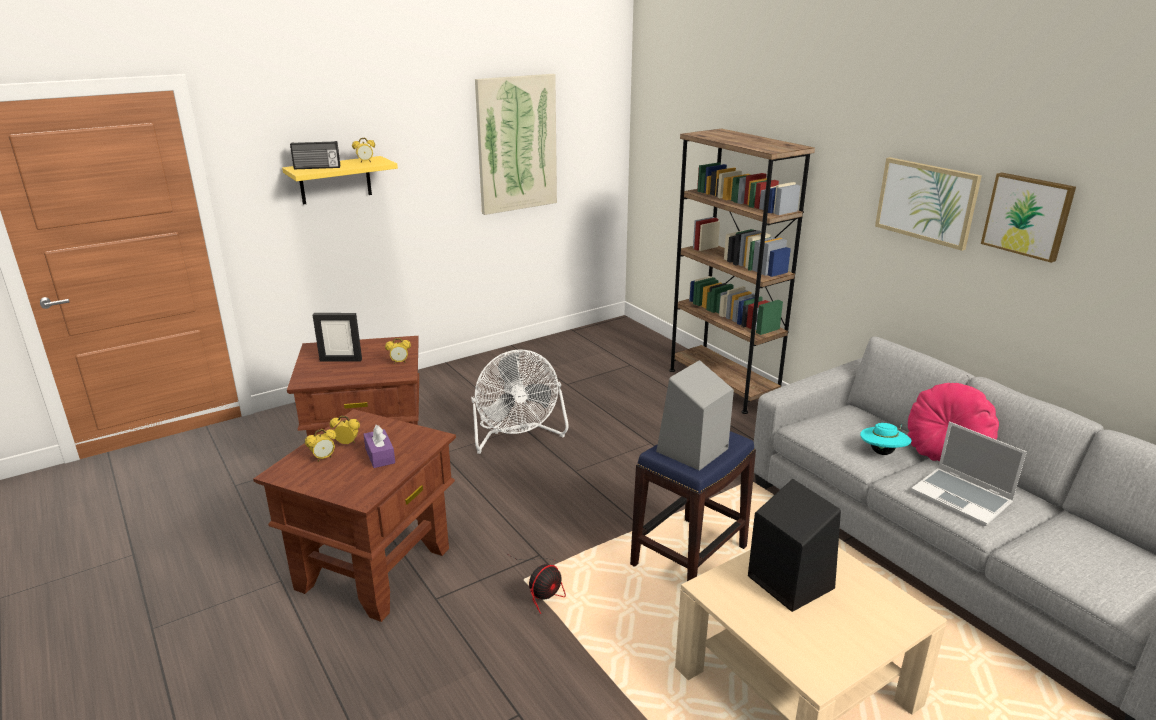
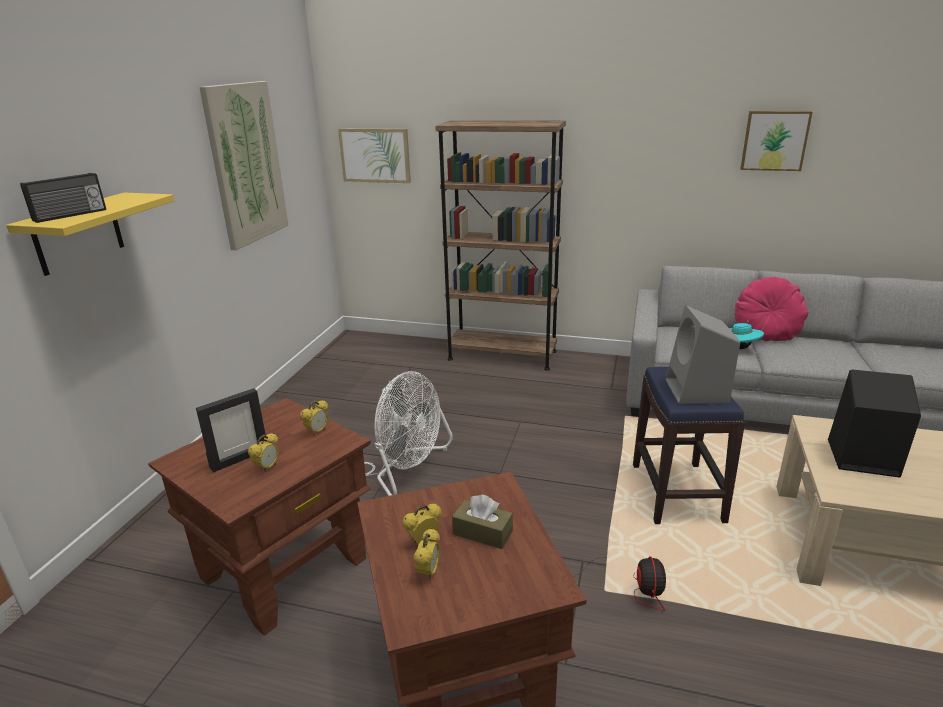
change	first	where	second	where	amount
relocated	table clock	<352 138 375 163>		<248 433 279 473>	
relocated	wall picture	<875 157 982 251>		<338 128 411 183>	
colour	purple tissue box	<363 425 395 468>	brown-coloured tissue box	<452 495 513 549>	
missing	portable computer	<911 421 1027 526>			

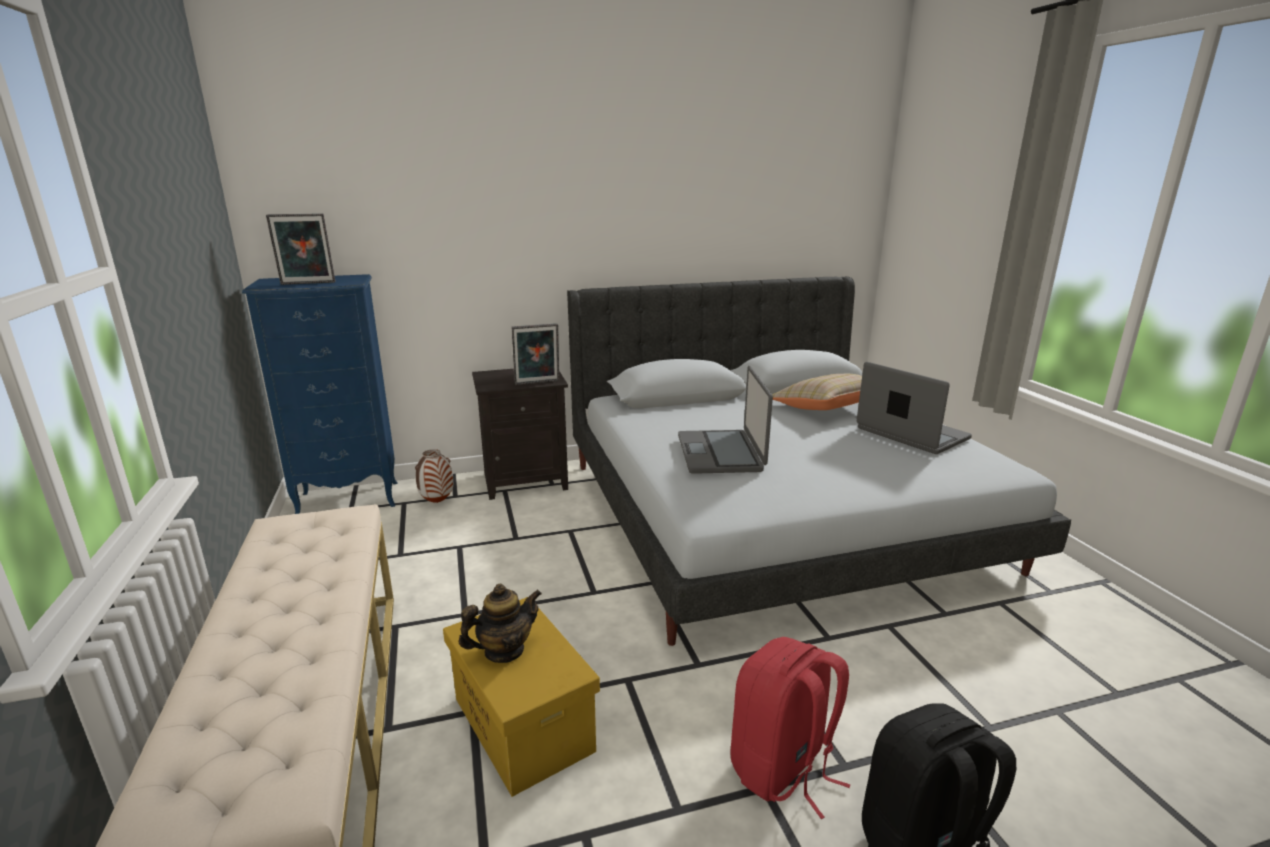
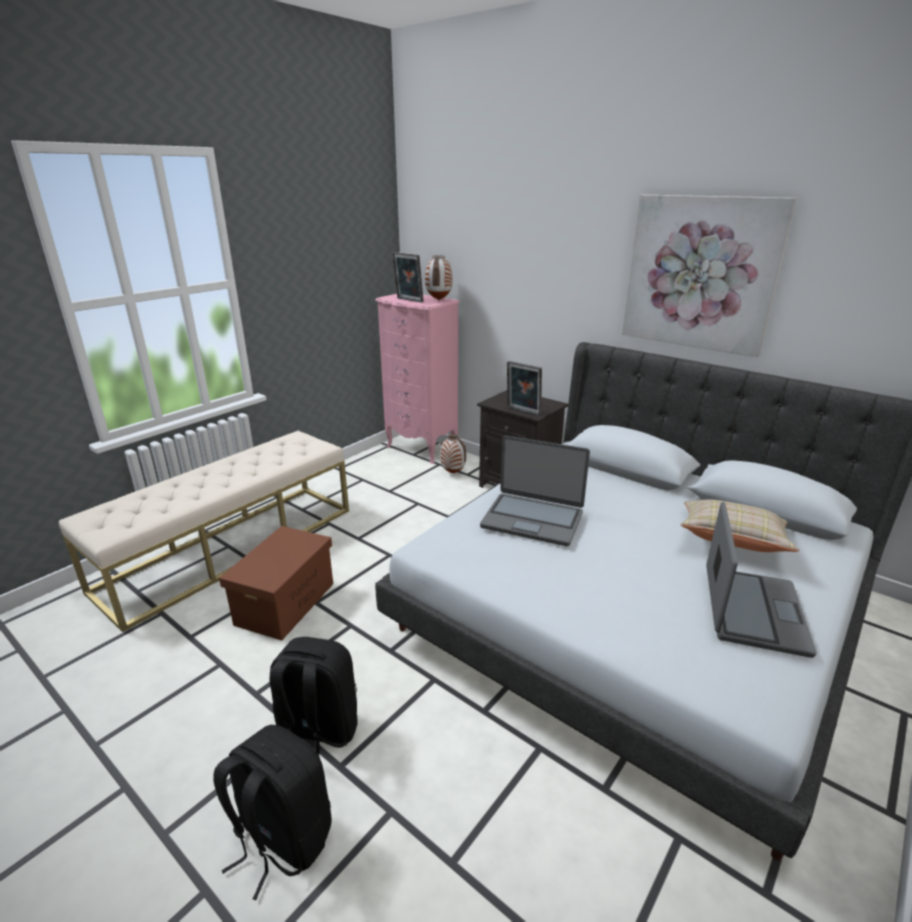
change	first	where	second	where	amount
colour	yellowish storage box	<443 597 600 797>	brown-coloured storage box	<219 526 333 641>	
colour	red rucksack	<730 637 850 819>	blackish rucksack	<269 637 358 755>	
colour	blue-coloured chest of drawers	<242 274 398 514>	pink chest of drawers	<375 294 460 464>	
appeared			decorative vase	<425 255 452 300>	
spun	portable computer	<678 366 773 474>		<480 436 590 546>	120 degrees counterclockwise
appeared			wall picture	<622 195 797 357>	
missing	teapot	<459 584 542 663>			

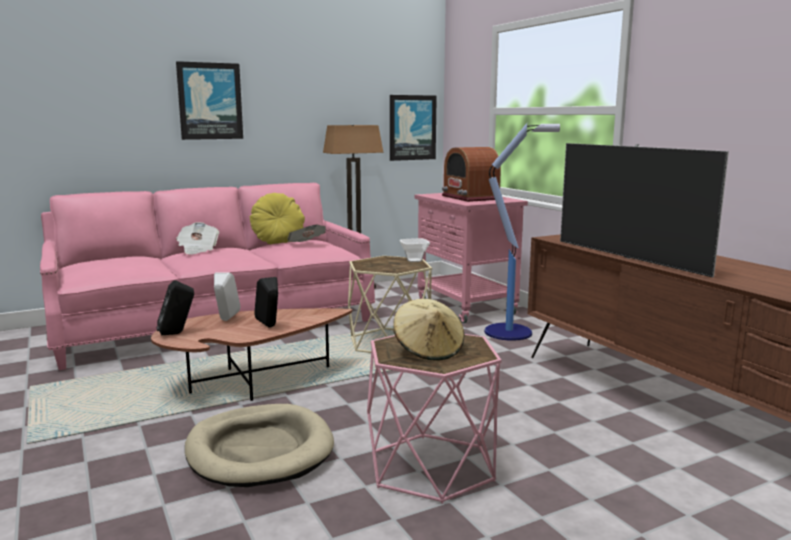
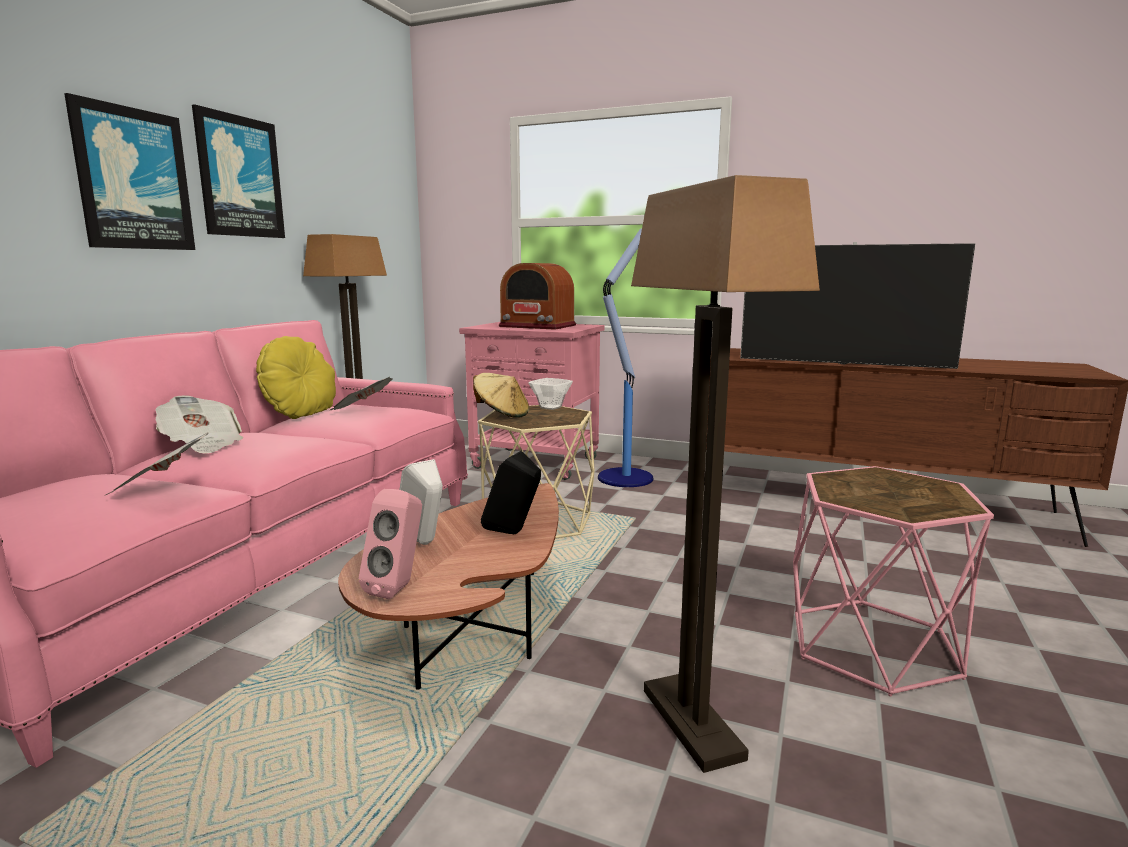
change	first	where	second	where	amount
appeared			printed paper	<106 432 209 495>	
relocated	wall picture	<390 95 437 161>		<192 104 285 238>	
colour	blackish speaker	<157 280 194 335>	pink speaker	<359 489 422 599>	
relocated	beige wearable hat	<393 299 465 361>		<473 373 529 418>	
exchanged	beige dog bed	<185 404 334 487>	standing lamp	<631 175 820 773>	

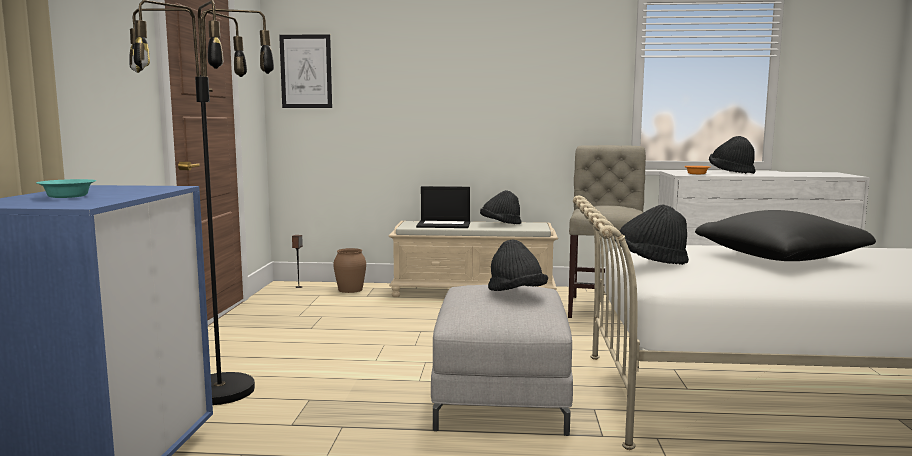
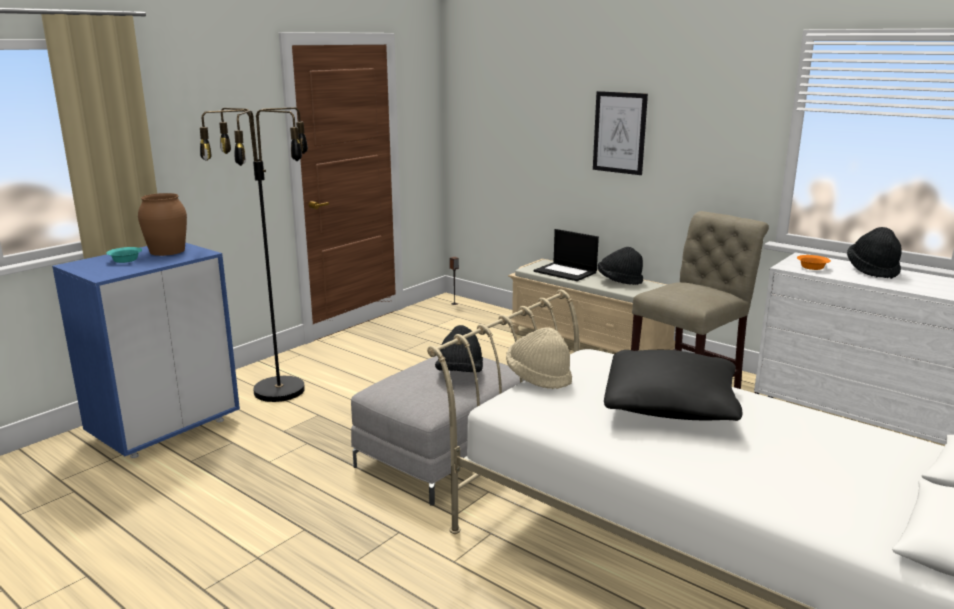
change	first	where	second	where	amount
relocated	brown-coloured decorative vase	<333 248 366 293>		<138 193 187 256>	
colour	blackish wearable hat	<614 204 689 265>	beige wearable hat	<506 327 572 389>	
relocated	wall picture	<279 34 332 108>		<593 91 648 175>	

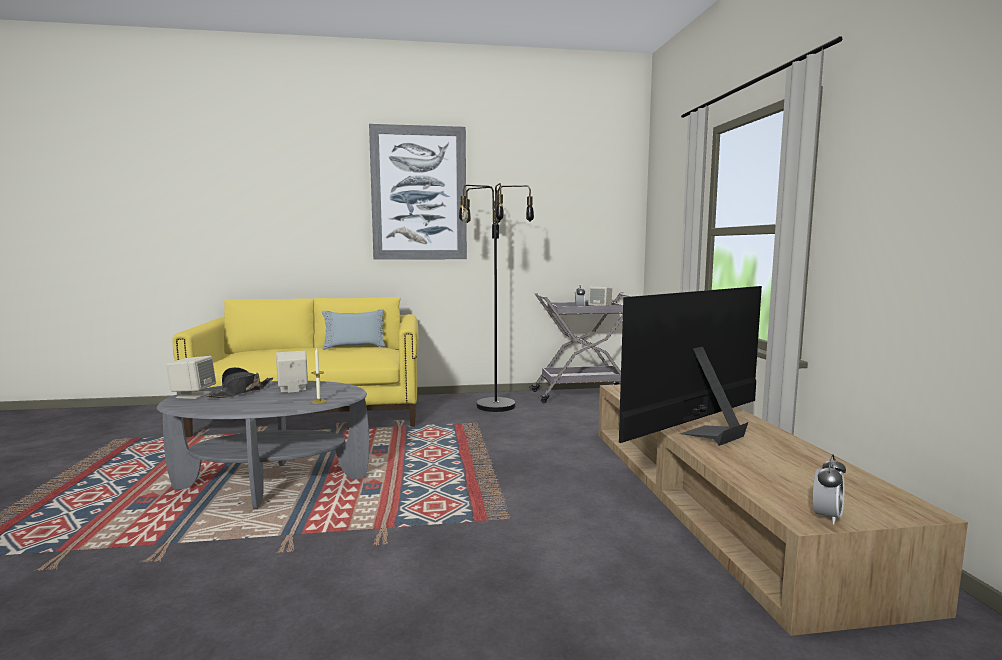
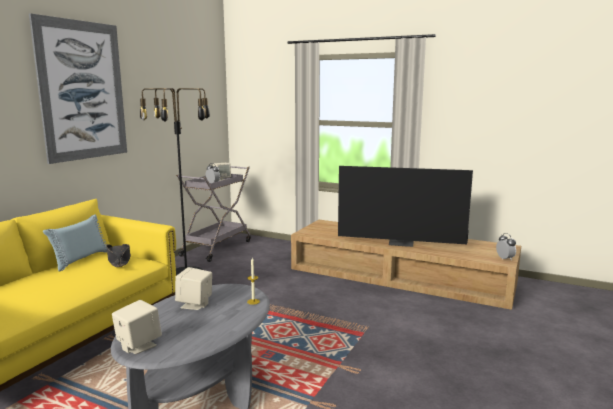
change	first	where	second	where	amount
relocated	blackish wearable hat	<205 367 273 398>		<106 244 131 267>	
spun	TV	<619 286 762 446>		<338 166 473 247>	75 degrees counterclockwise

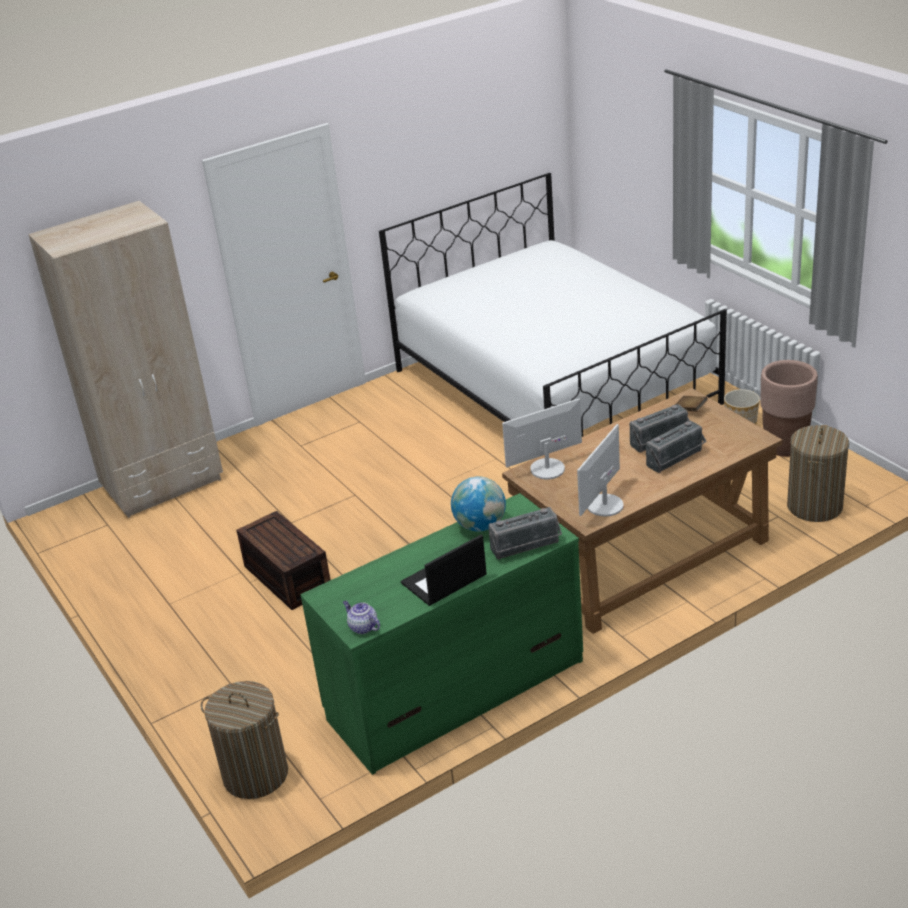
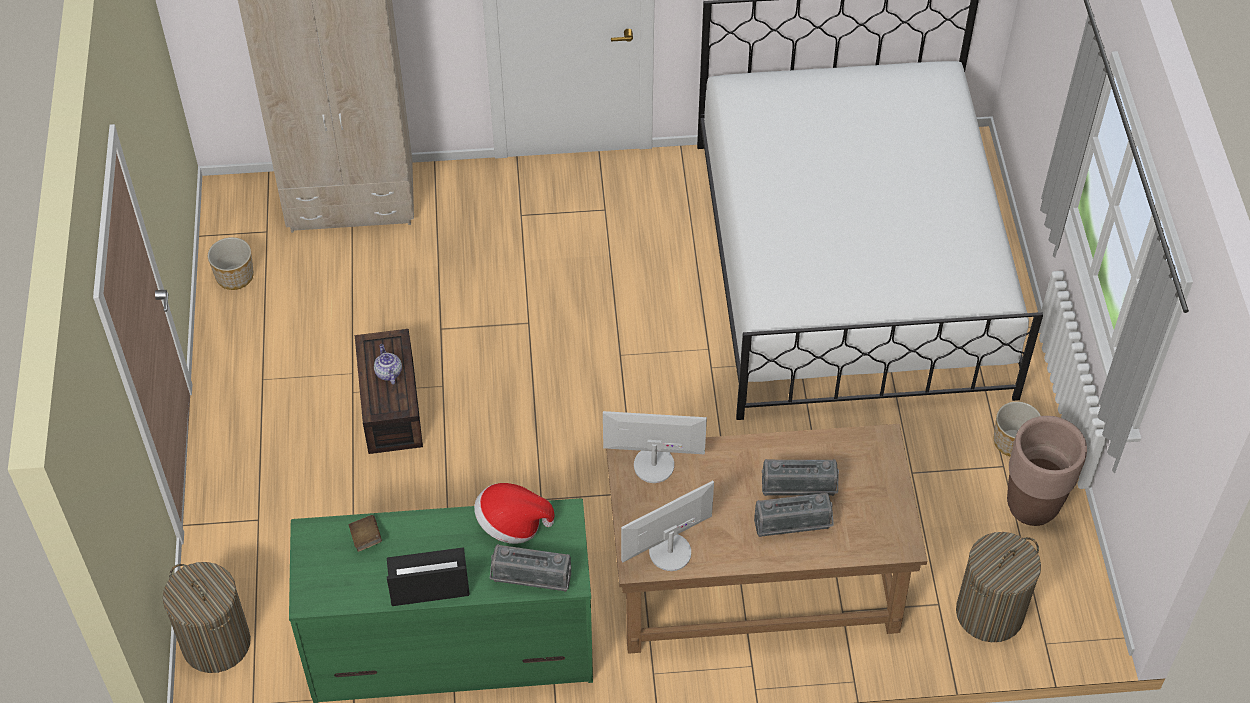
change	first	where	second	where	amount
appeared			flower pot	<208 237 254 290>	
relocated	brown-coloured bound book	<676 396 708 412>		<349 515 382 552>	
relocated	teapot	<343 601 380 634>		<374 344 402 385>	
exchanged	world globe	<451 476 506 532>	wearable hat	<474 483 554 544>	

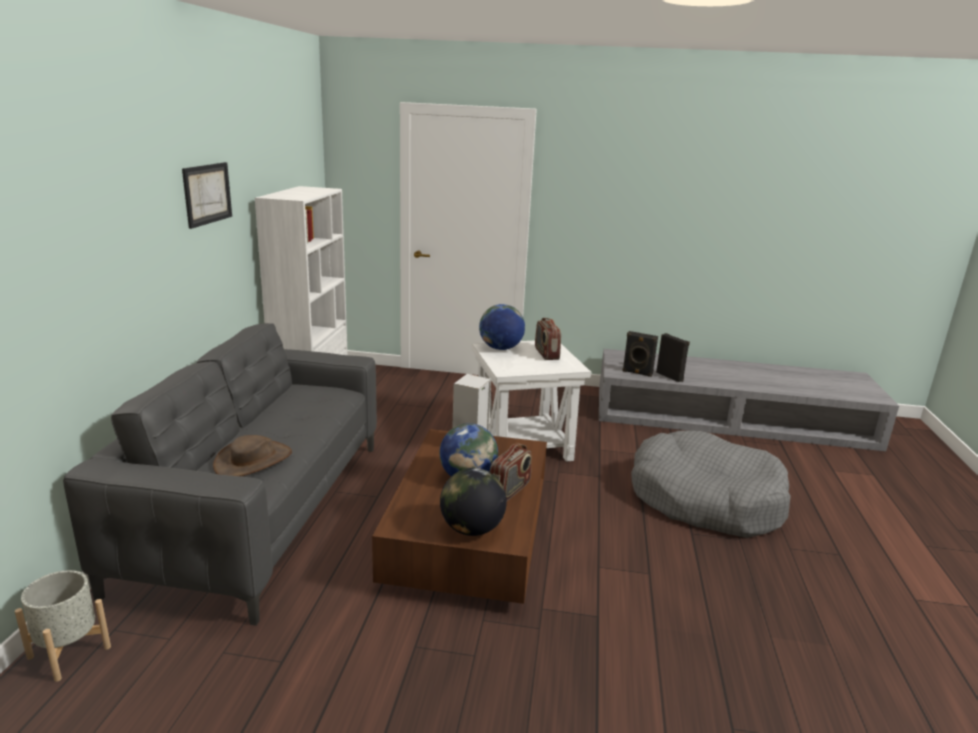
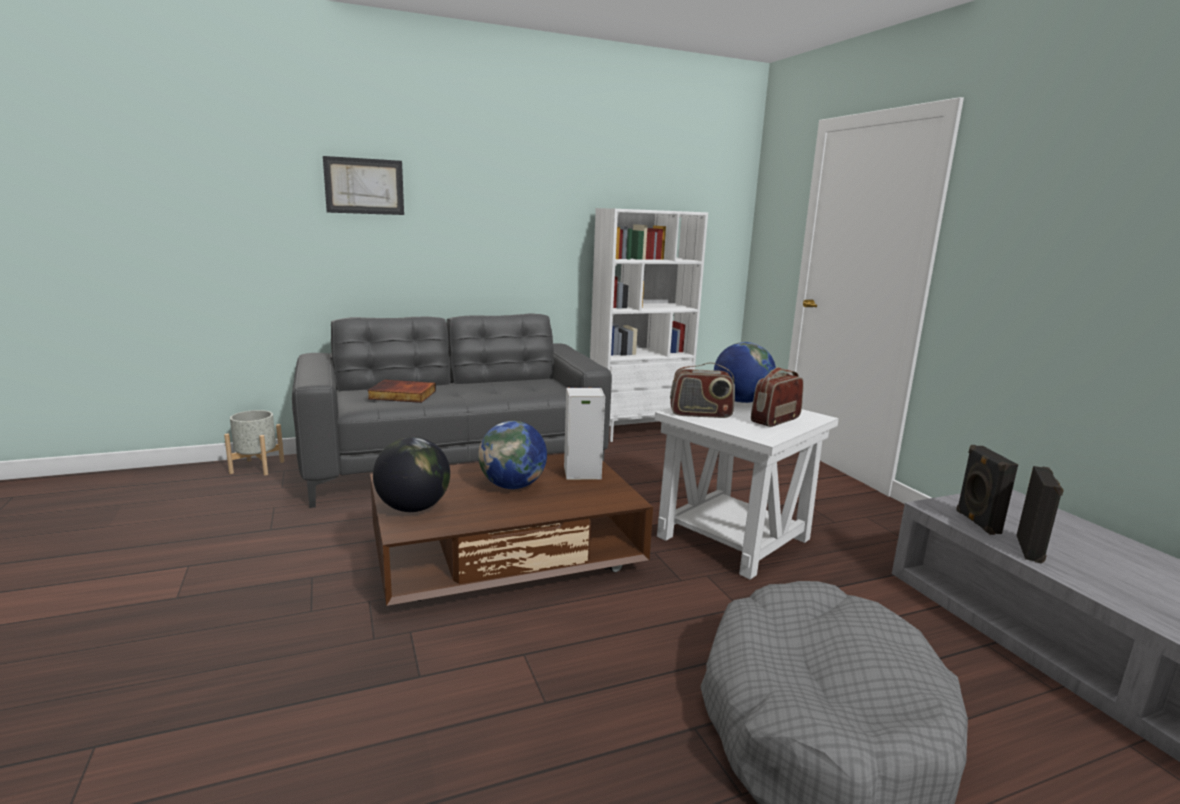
change	first	where	second	where	amount
relocated	wall picture	<182 162 232 229>		<323 156 404 215>	
exchanged	brown-coloured wearable hat	<213 435 292 476>	bound book	<367 380 436 403>	
relocated	radio set	<490 443 531 501>		<670 362 735 418>	

